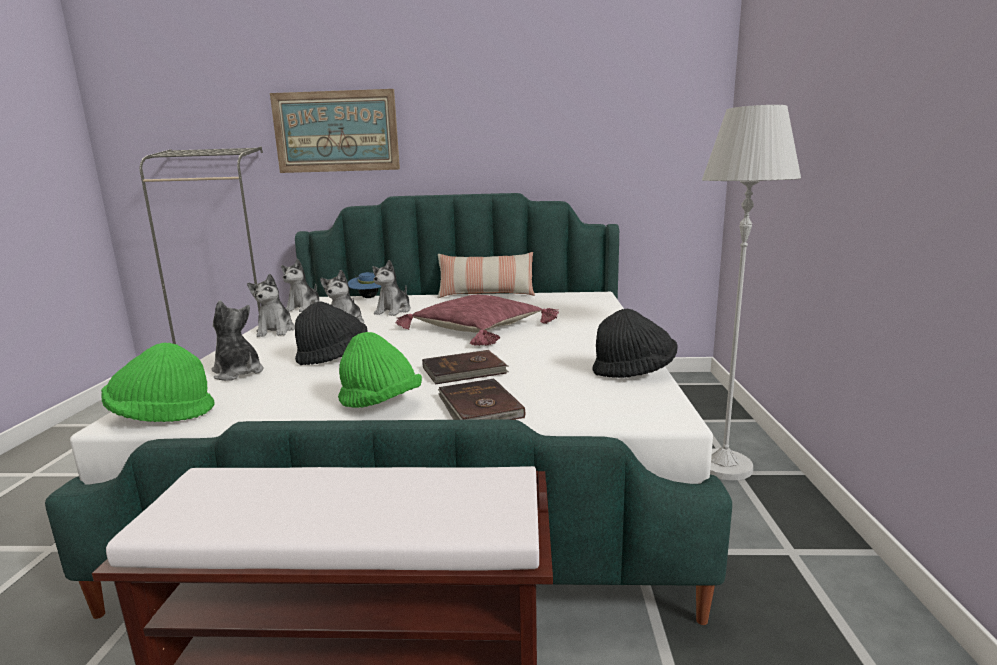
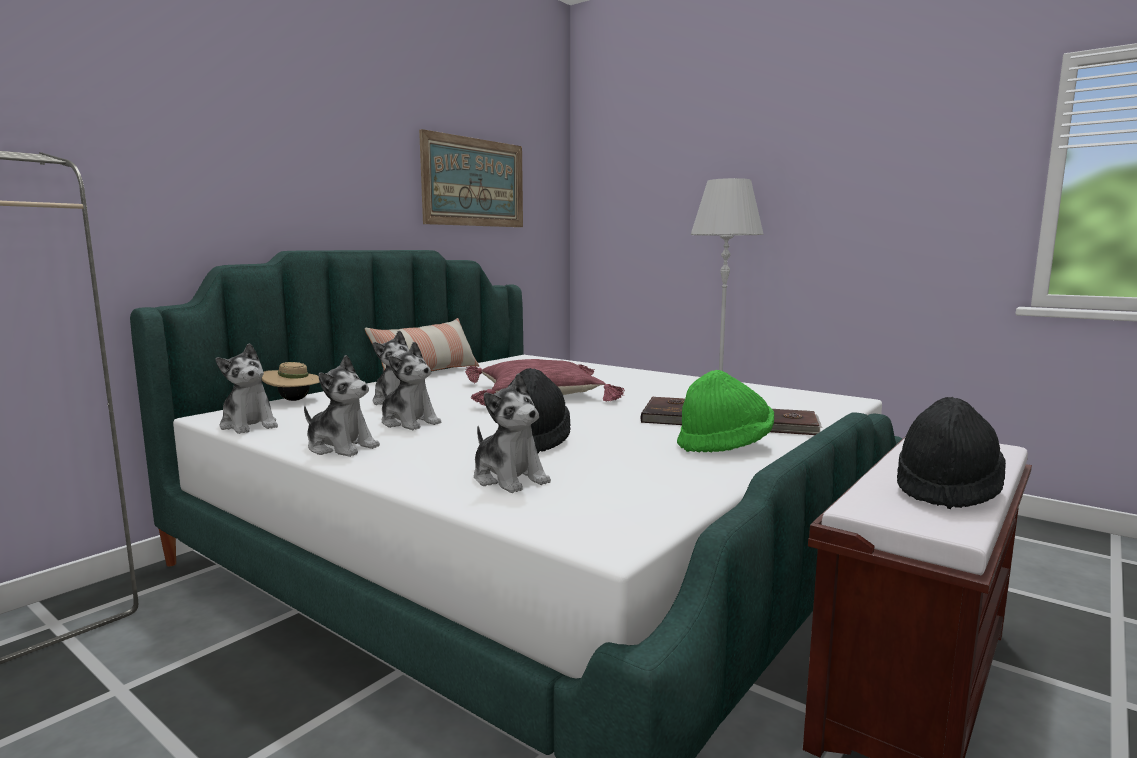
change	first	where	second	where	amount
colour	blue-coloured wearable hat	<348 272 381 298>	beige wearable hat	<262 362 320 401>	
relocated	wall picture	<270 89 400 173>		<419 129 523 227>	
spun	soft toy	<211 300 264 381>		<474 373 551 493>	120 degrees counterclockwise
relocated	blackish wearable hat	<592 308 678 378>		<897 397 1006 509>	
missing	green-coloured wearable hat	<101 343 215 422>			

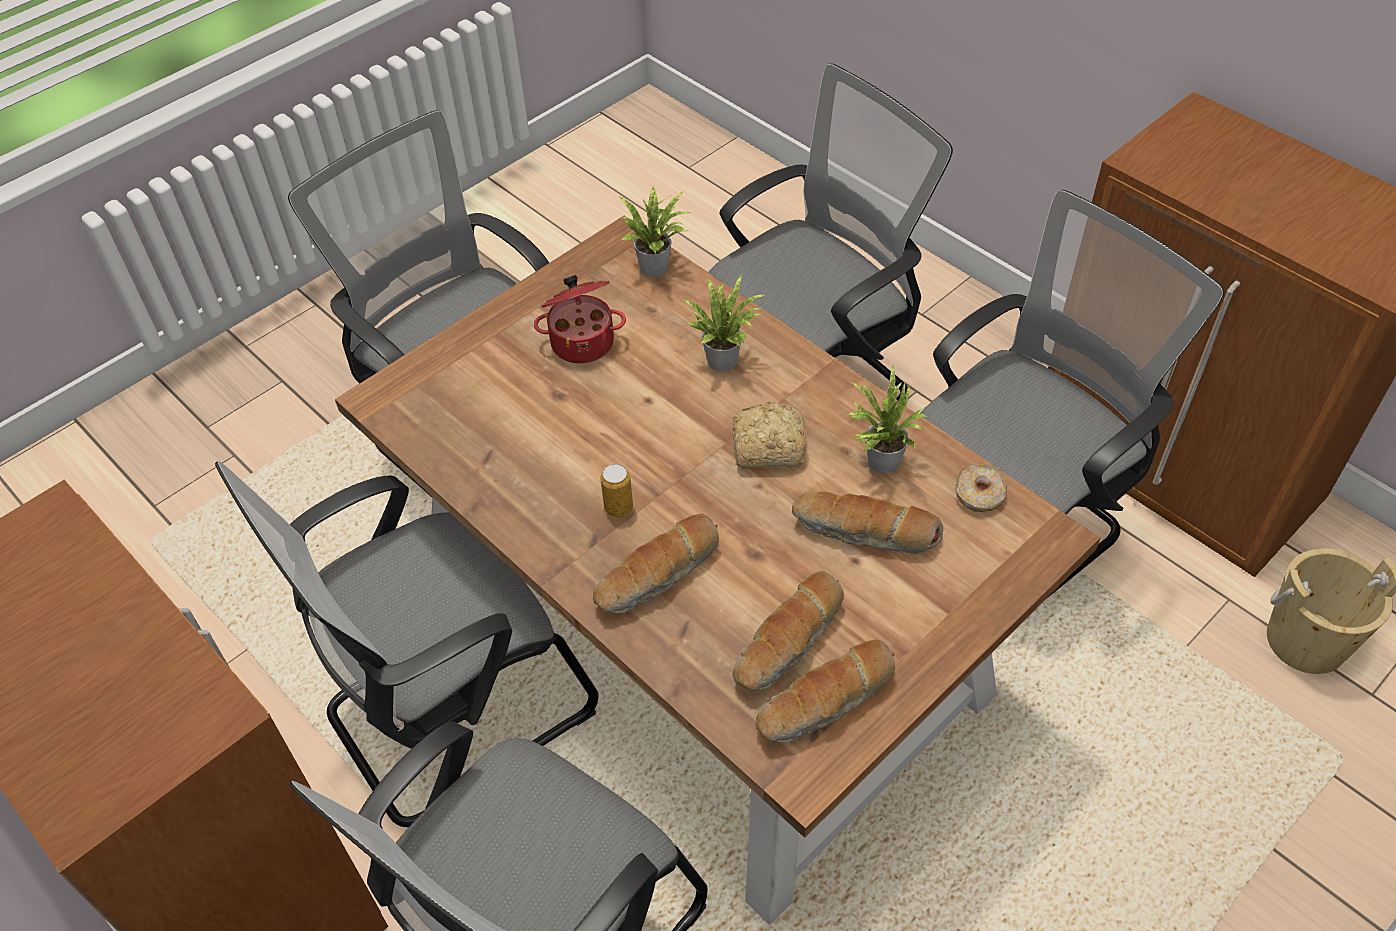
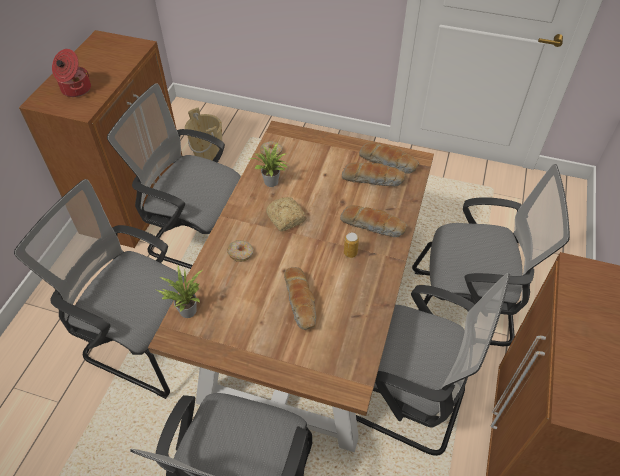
change	first	where	second	where	amount
relocated	stockpot	<534 275 626 364>		<52 49 91 97>	
exchanged	houseplant	<682 276 767 372>	doughnut	<227 240 254 262>	
relocated	baked bread	<792 491 943 554>		<284 267 316 330>	

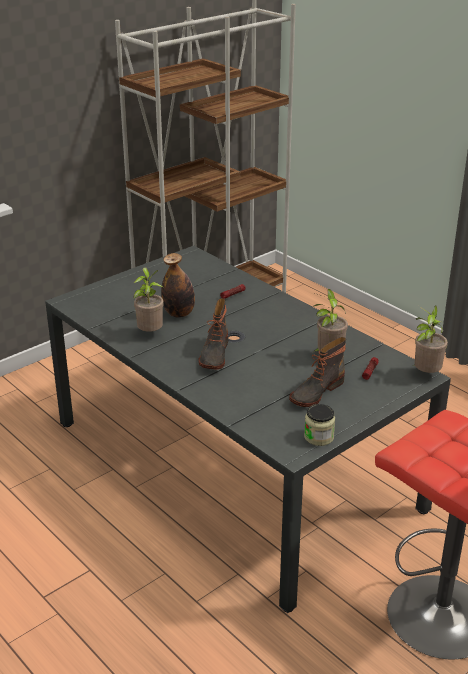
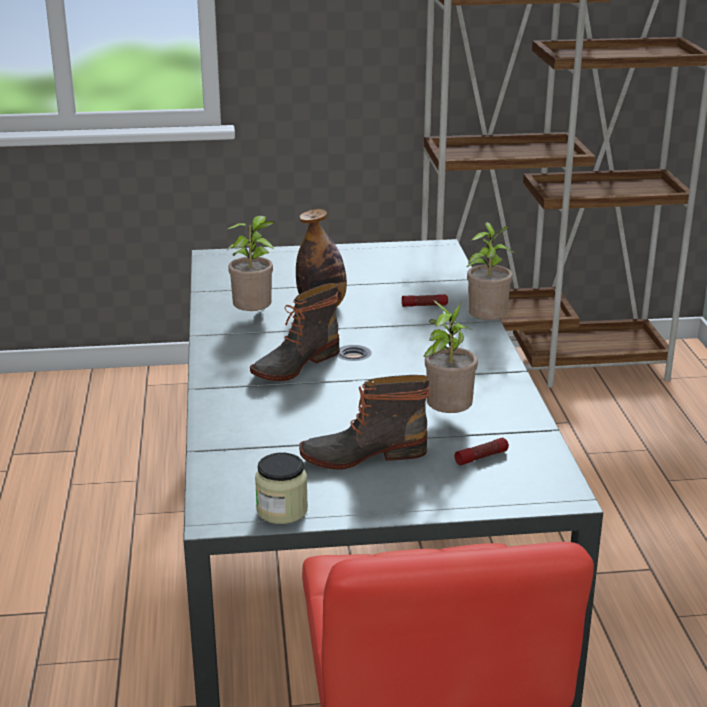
change	first	where	second	where	amount
relocated	houseplant	<413 305 448 373>		<467 222 514 320>	

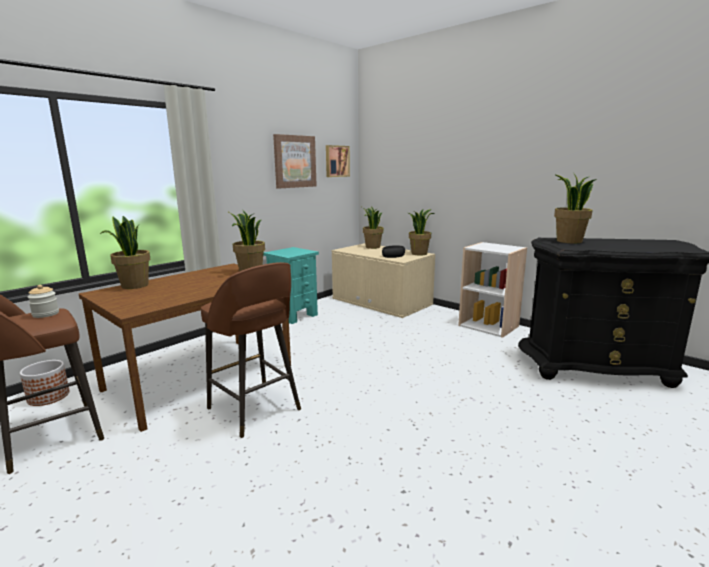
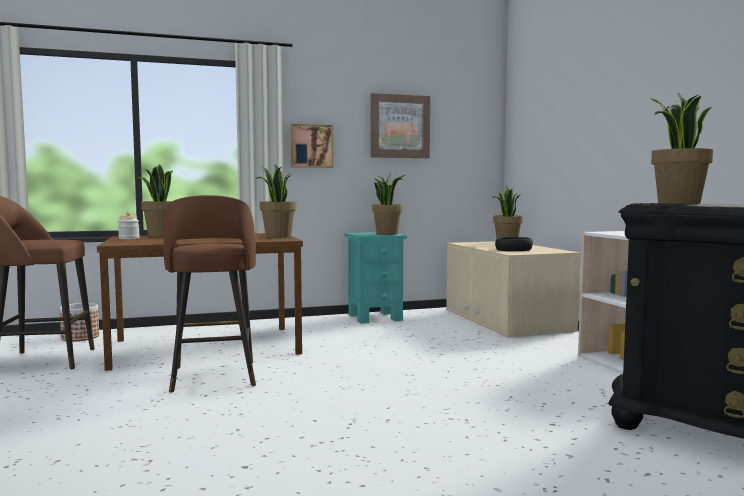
change	first	where	second	where	amount
relocated	storage jar	<28 285 59 318>		<118 212 140 239>	
relocated	wall picture	<326 145 350 177>		<290 124 334 168>	
relocated	houseplant	<408 209 435 255>		<372 174 405 235>	

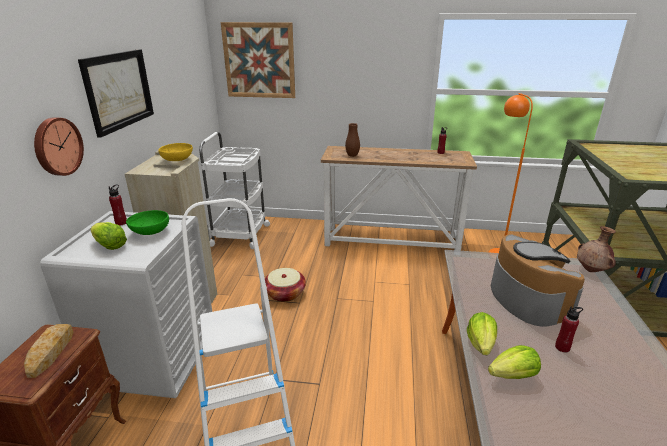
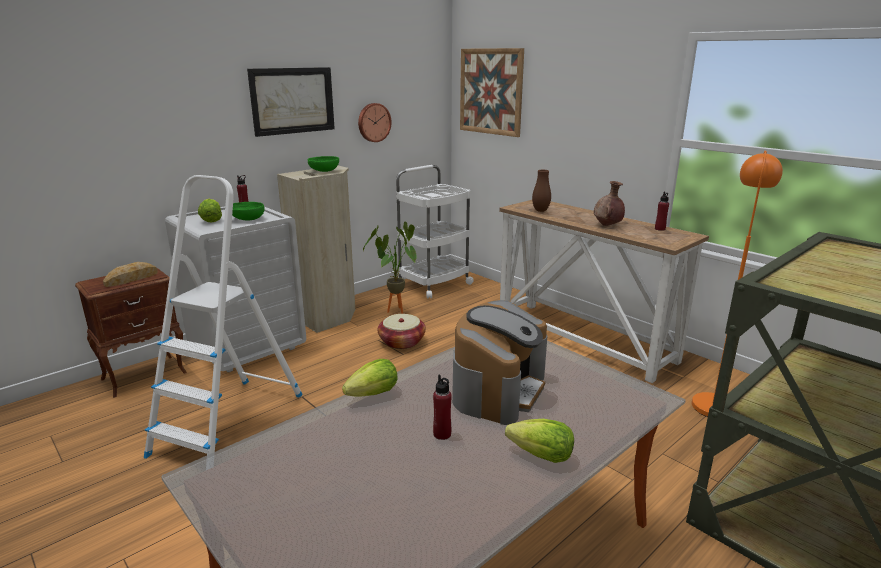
change	first	where	second	where	amount
colour	yellowish serving bowl	<158 143 193 161>	green-coloured serving bowl	<308 156 339 172>	
relocated	hanging clock	<34 118 84 176>		<358 103 392 142>	
appeared			houseplant	<363 222 417 314>	
relocated	head of lettuce	<488 345 541 379>		<505 419 574 463>	
relocated	brown-coloured decorative vase	<577 226 616 272>		<594 181 625 226>	

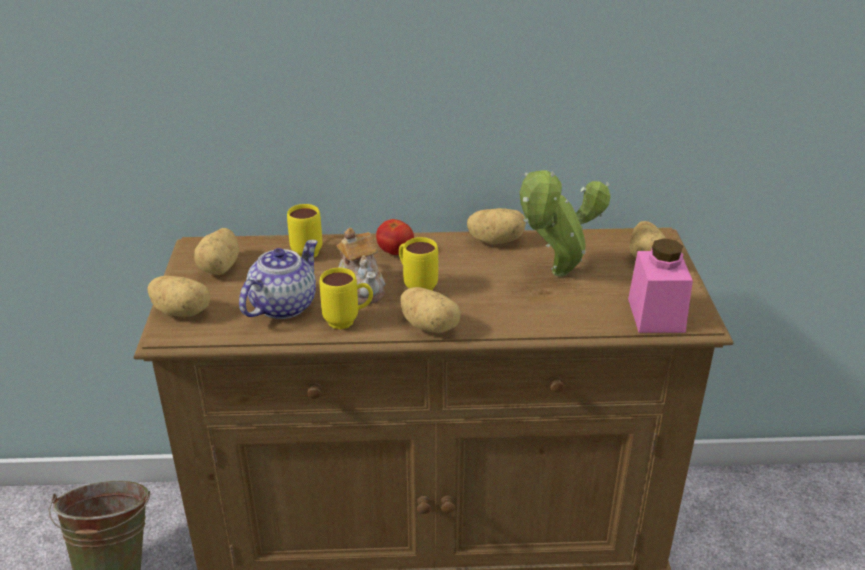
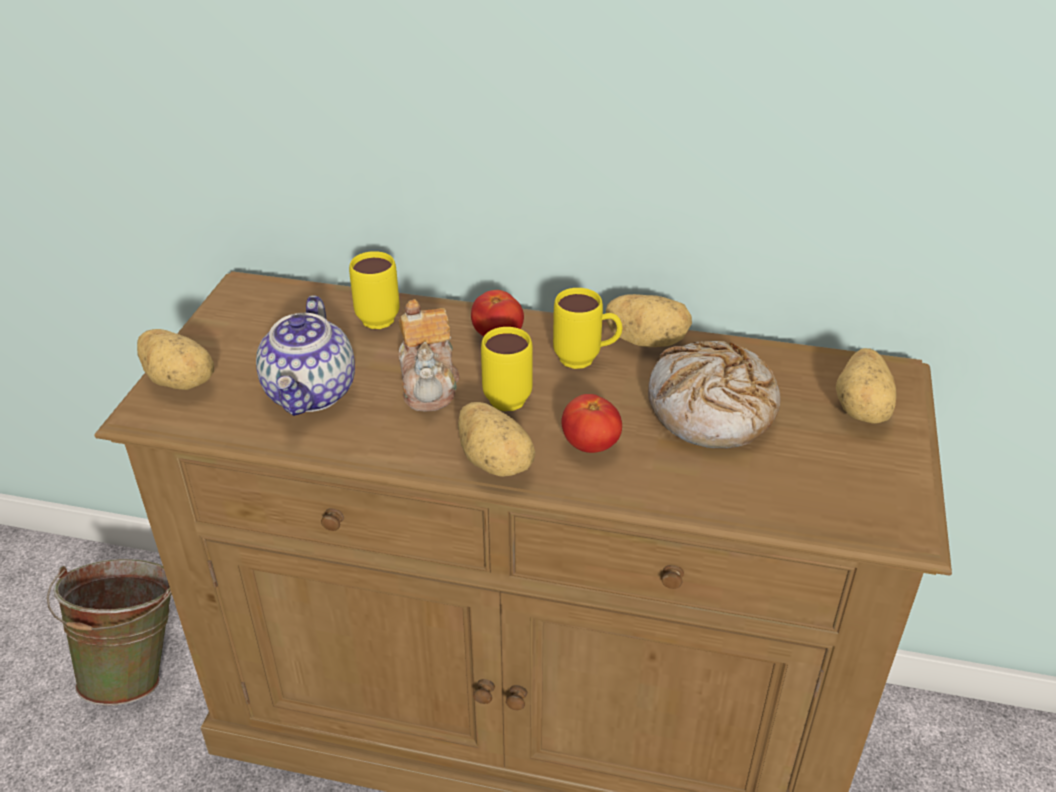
change	first	where	second	where	amount
spun	teapot	<239 240 318 319>		<256 296 355 416>	135 degrees clockwise
relocated	yellowish tea mug	<319 268 373 329>		<553 288 622 369>	
appeared			fresh tomato	<561 394 622 453>	
exchanged	houseplant	<520 170 611 277>	baked bread	<648 341 781 448>	
missing	spud	<194 228 239 275>			
missing	pink storage jar	<628 238 693 333>			

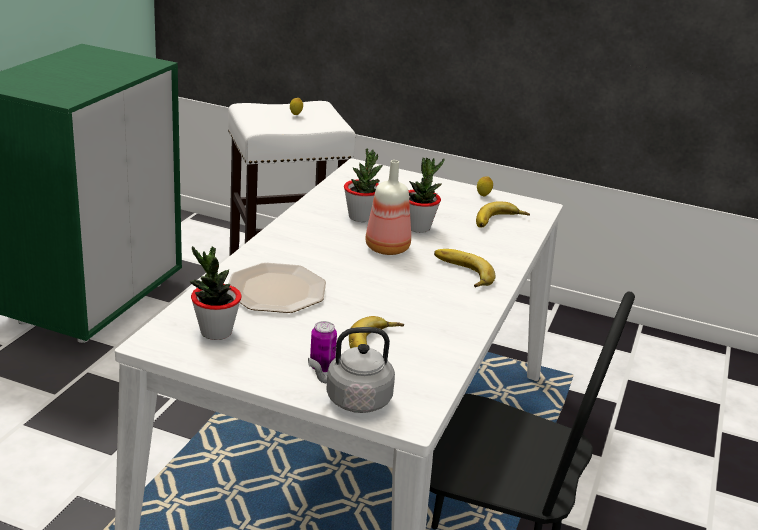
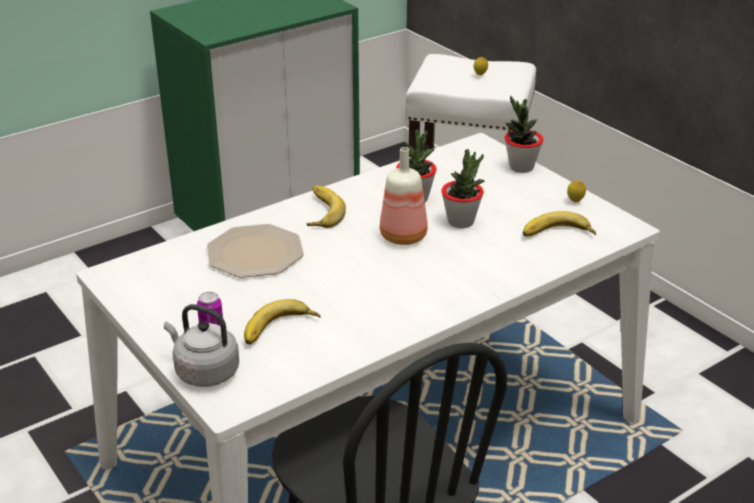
change	first	where	second	where	amount
relocated	banana	<434 249 495 287>		<306 186 346 228>	
relocated	houseplant	<190 246 242 340>		<505 96 544 173>	

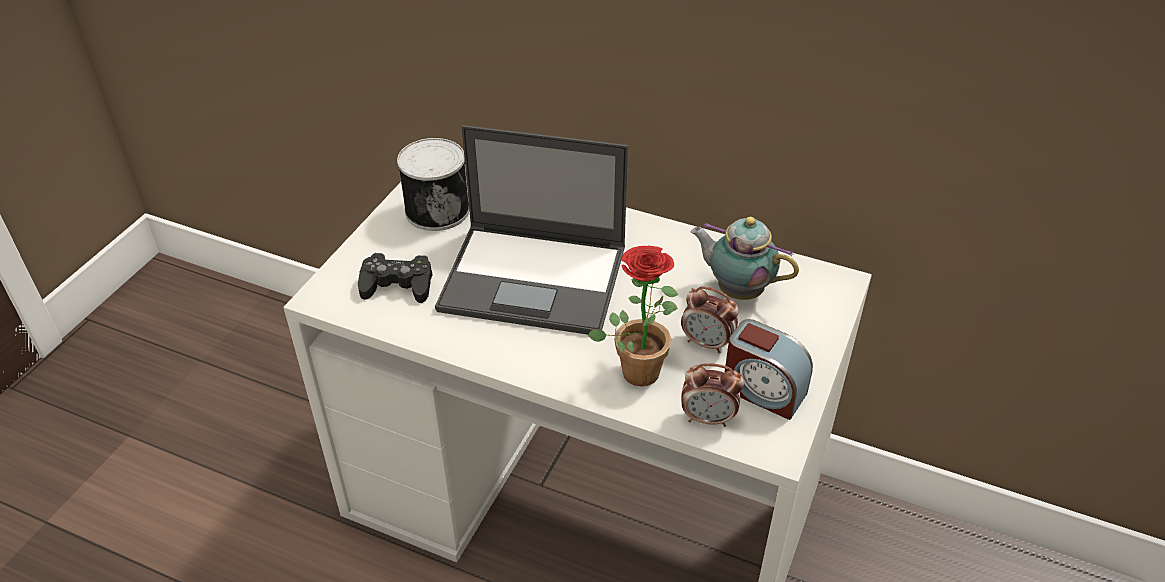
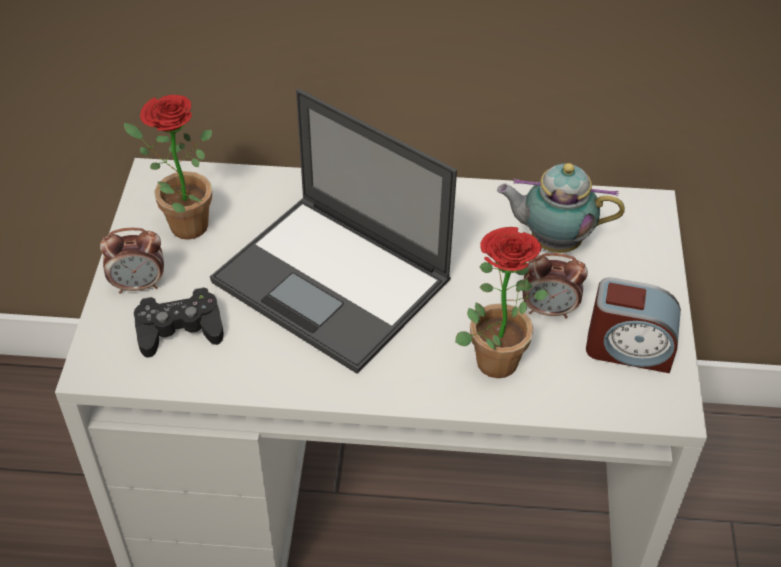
change	first	where	second	where	amount
relocated	table clock	<681 363 744 427>		<100 228 164 294>	
exchanged	metal can	<397 138 469 231>	houseplant	<124 95 212 240>	
spun	portable computer	<435 125 628 335>		<210 89 457 374>	45 degrees clockwise

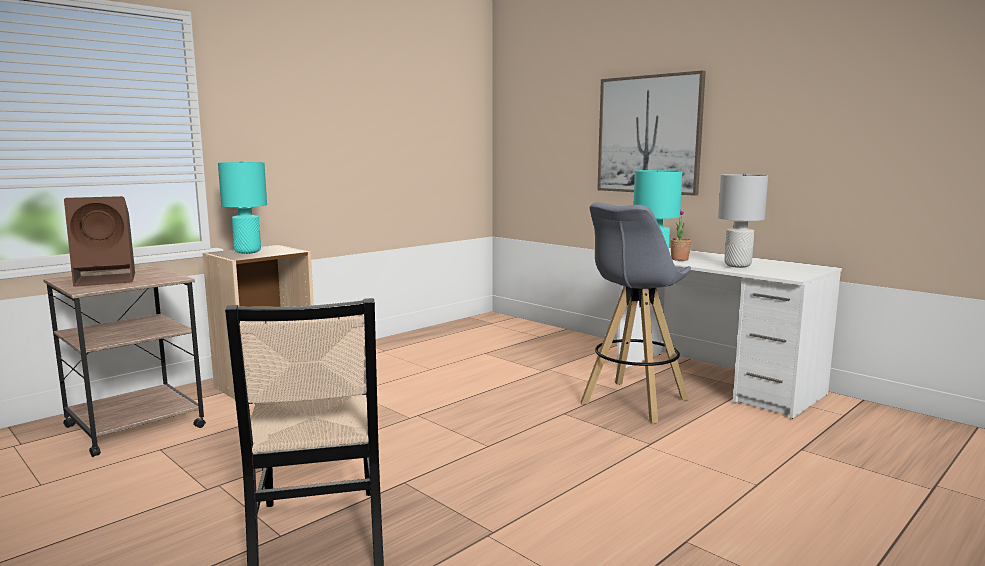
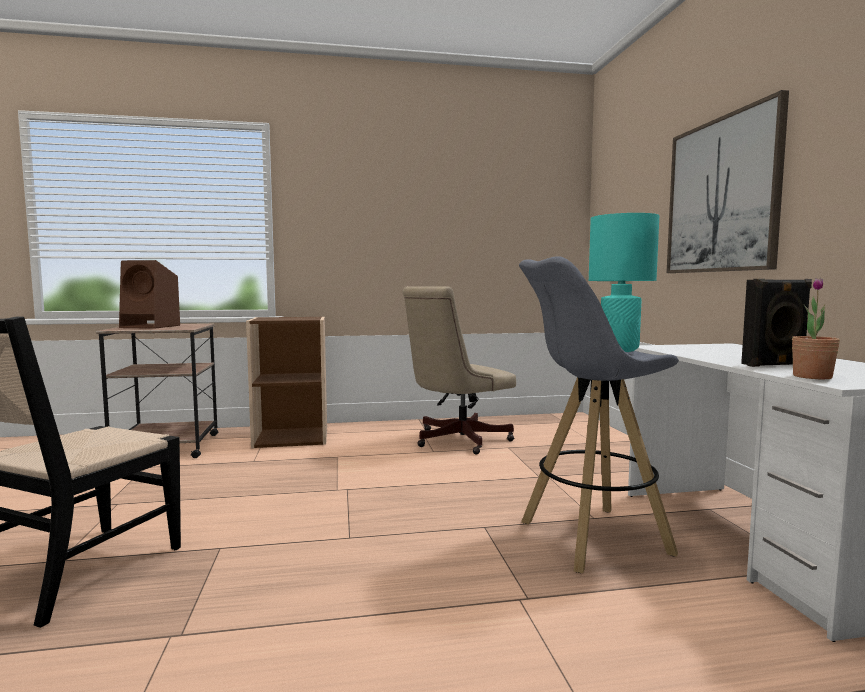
change	first	where	second	where	amount
appeared			beige computer chair	<402 286 516 455>	
exchanged	greyish table lamp	<718 174 768 268>	blackish speaker	<741 279 812 367>	
relocated	houseplant	<670 209 691 261>		<792 278 840 379>	
missing	blue-green table lamp	<218 161 267 254>			

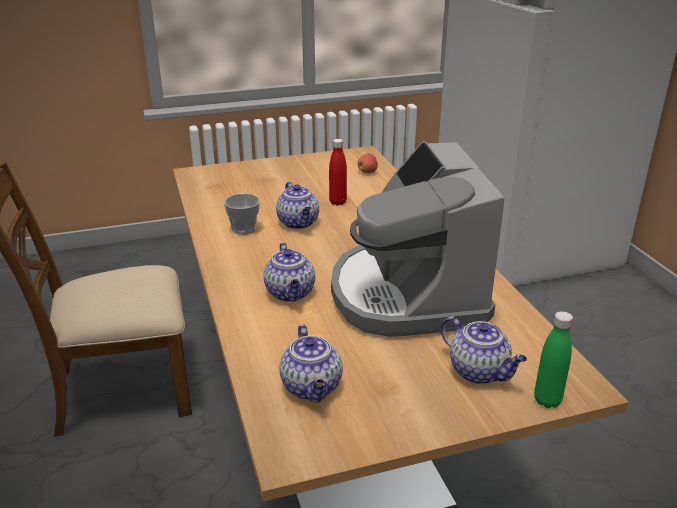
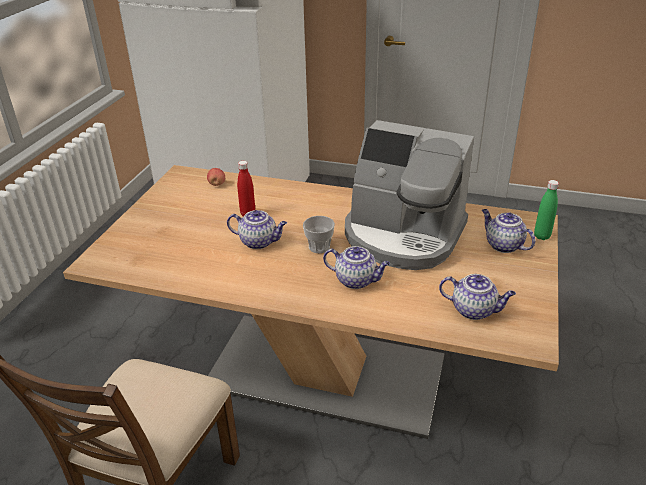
change	first	where	second	where	amount
relocated	cup	<224 193 260 235>		<303 216 335 253>	
spun	teapot	<441 316 527 384>		<482 209 535 253>	120 degrees counterclockwise

